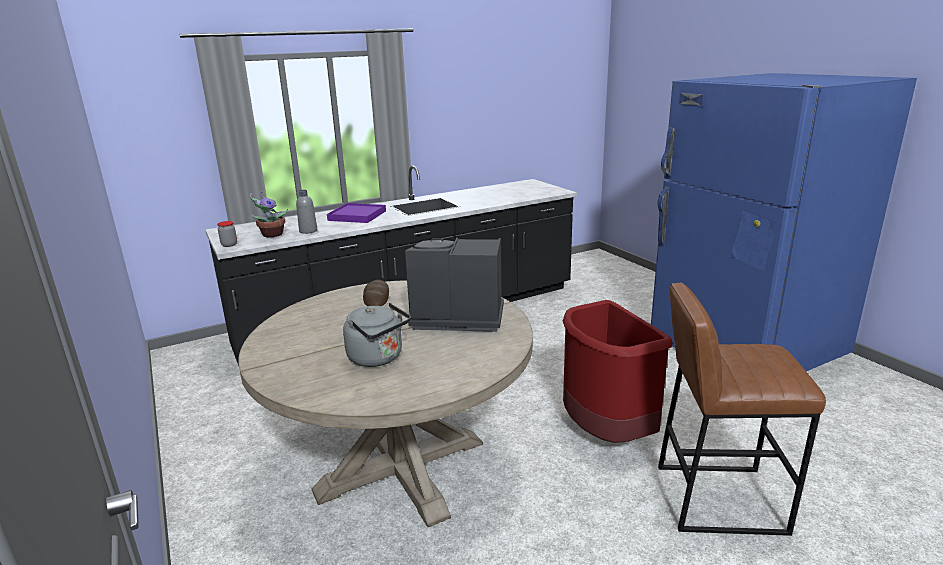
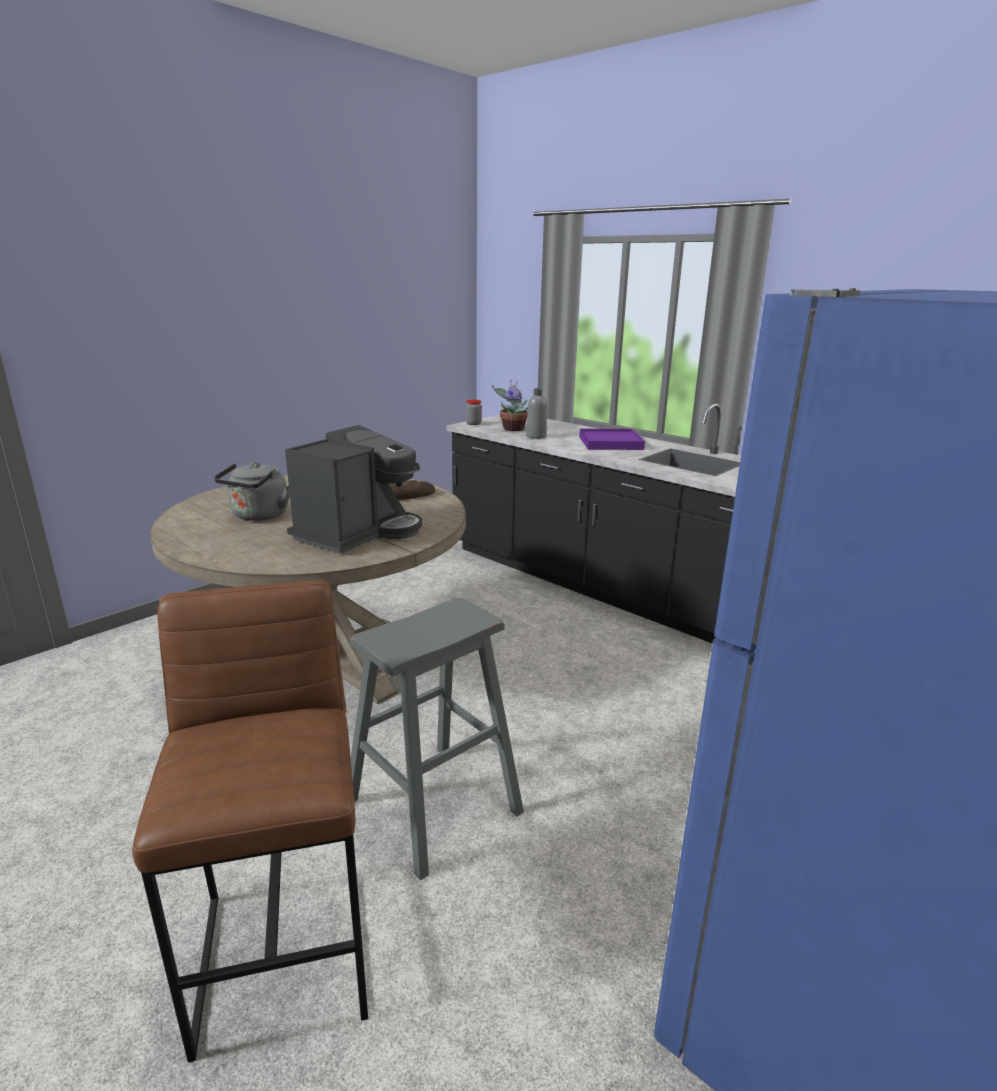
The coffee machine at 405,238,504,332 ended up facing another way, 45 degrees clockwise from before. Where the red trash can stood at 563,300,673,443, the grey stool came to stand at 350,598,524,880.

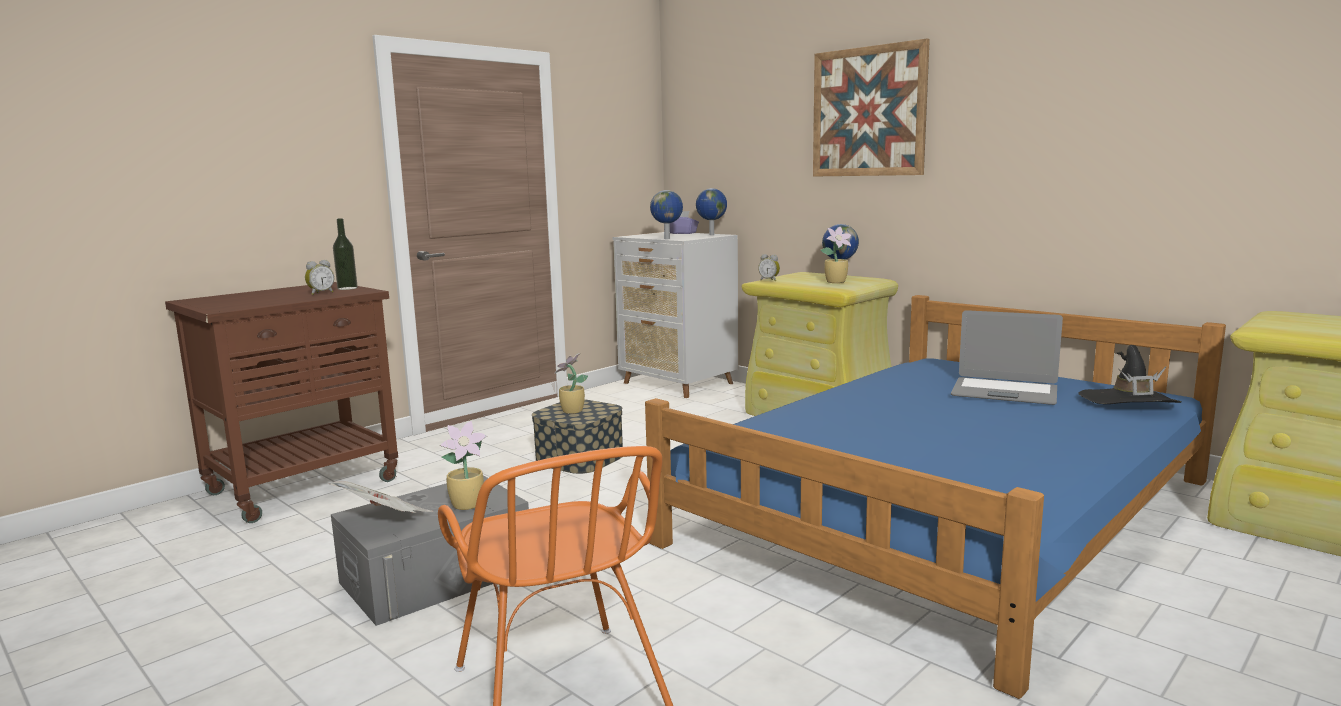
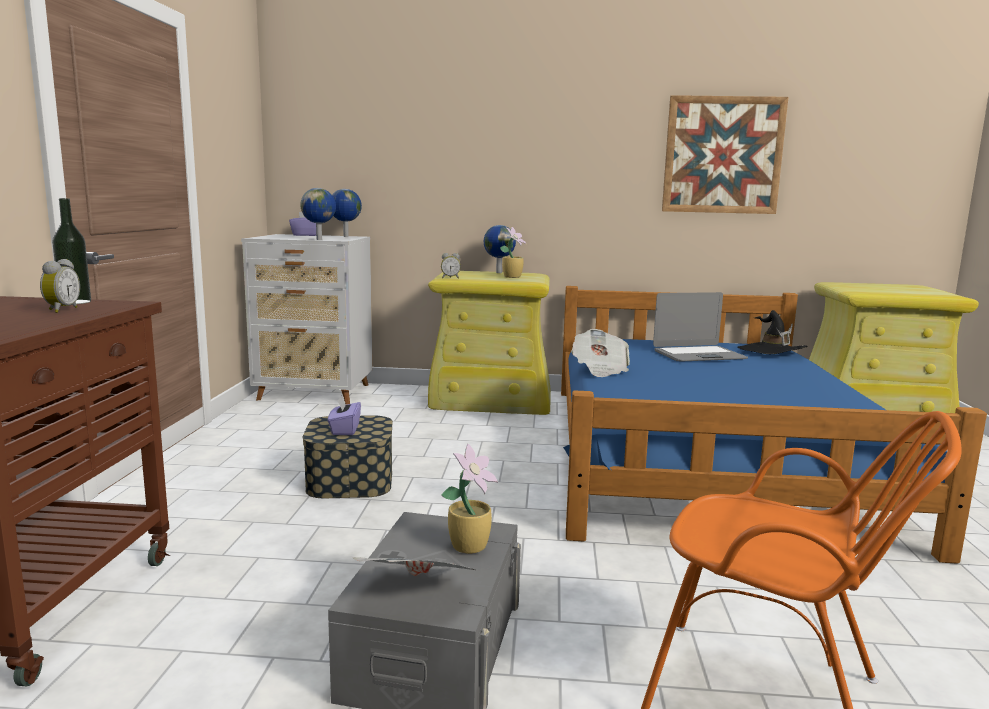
Where the potted plant stood at 554,353,588,414, the purple tissue box came to stand at 328,396,361,435. The picture ended up elsewhere, having gone from 813,39,930,177 to 662,95,788,214. The second view gained the newspaper at 571,329,630,377.

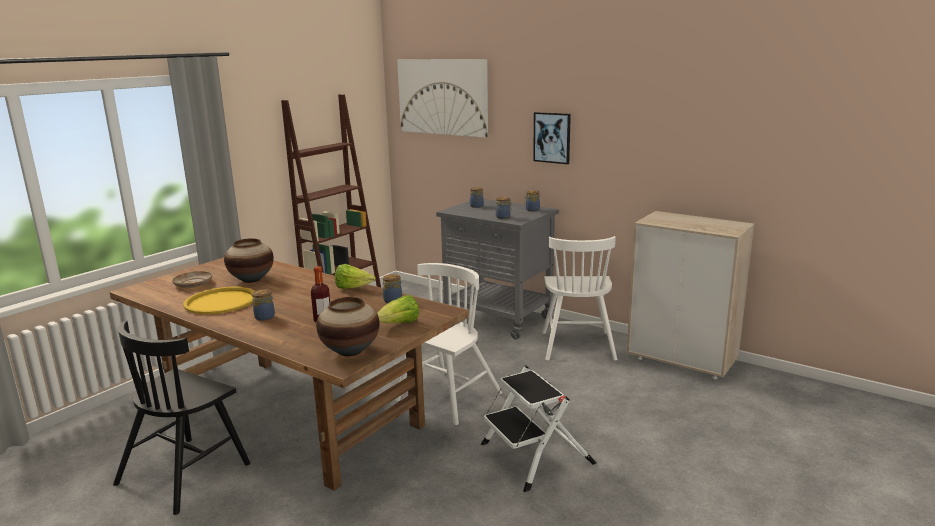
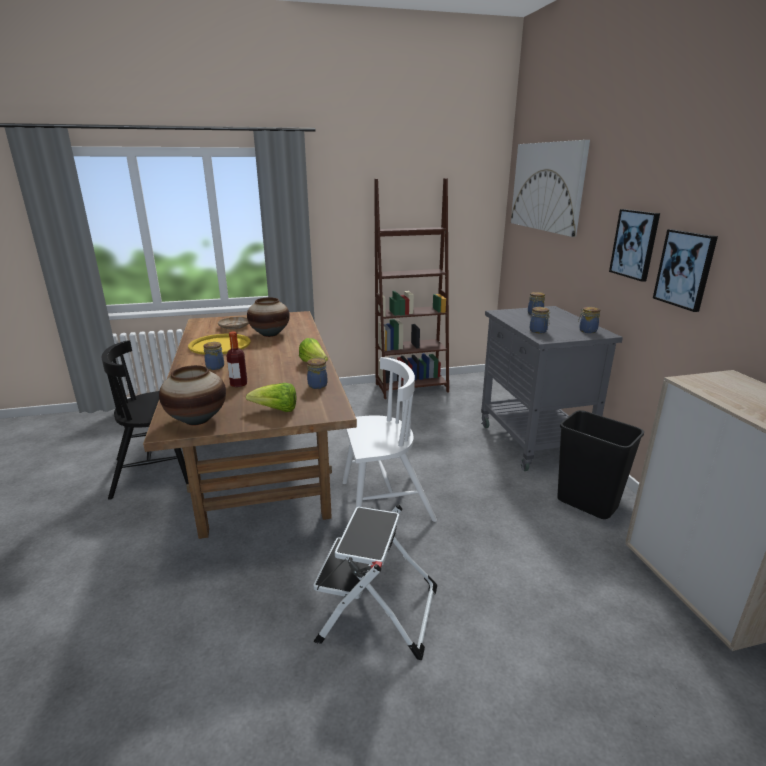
Where the white chair stood at 542,236,618,360, the black trash can came to stand at 557,410,644,519. The second view gained the picture at 653,229,718,312.

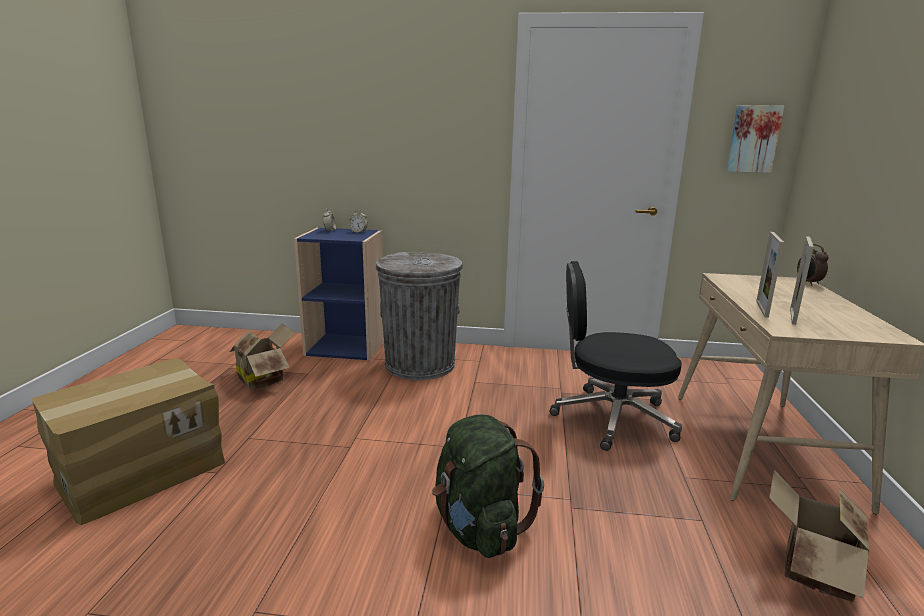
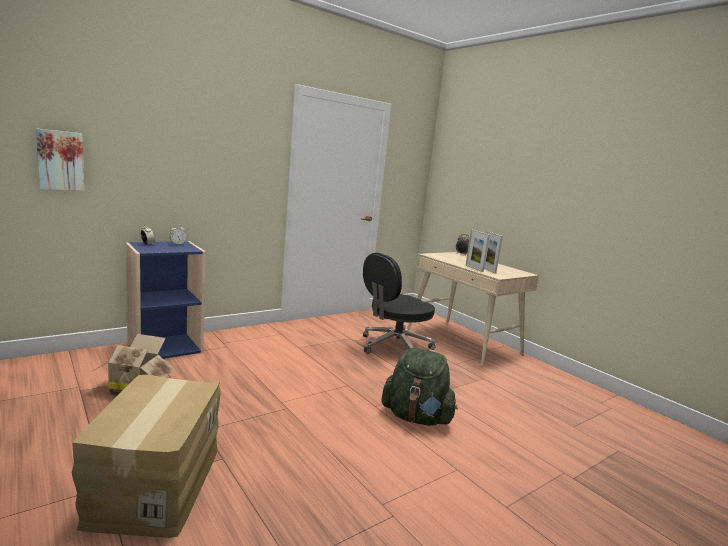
The second view lost the grey trash can at 375,252,463,380. The picture ended up elsewhere, having gone from 726,105,784,173 to 36,129,85,191. The second view lost the cardboard box at 769,470,870,602.

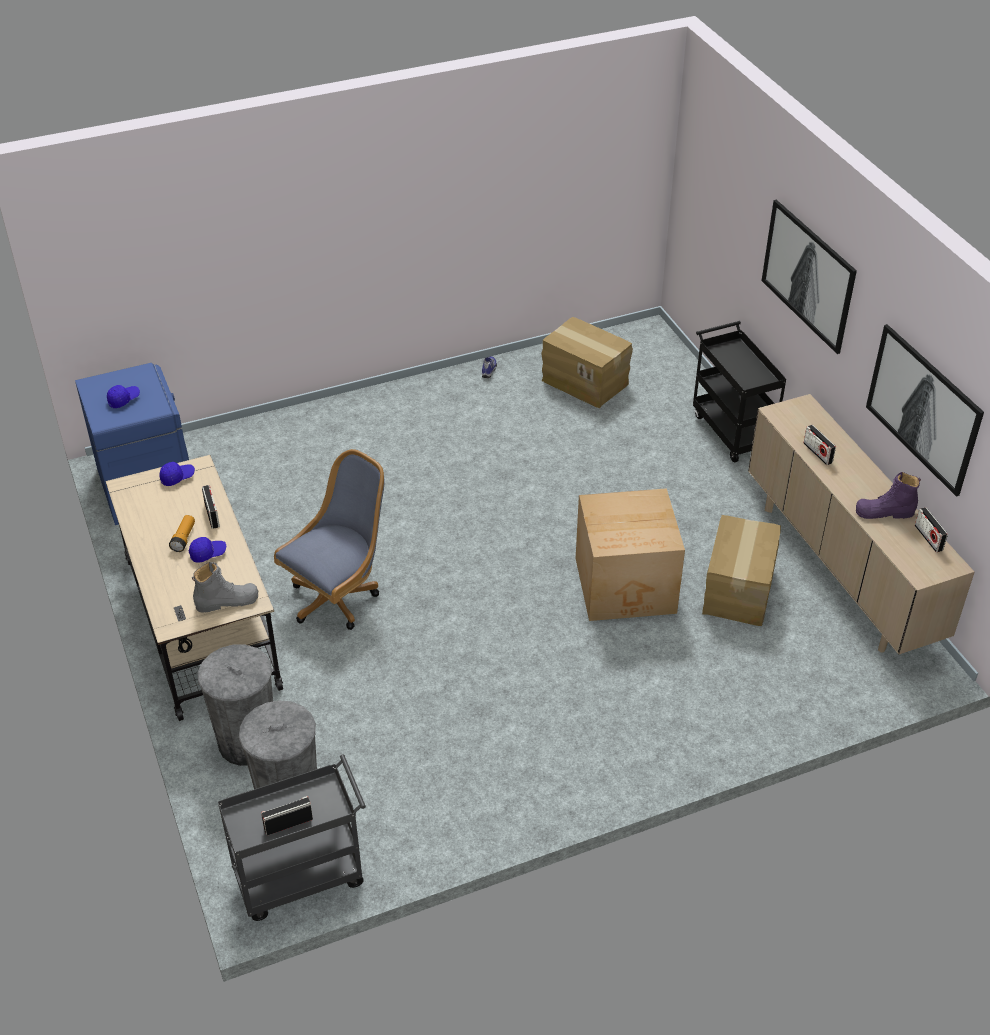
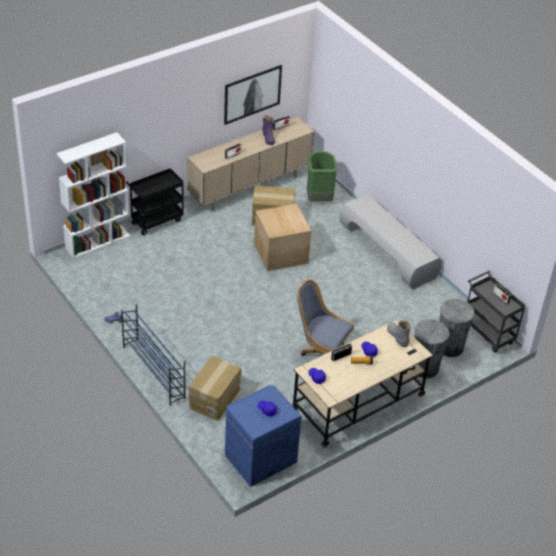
The cardboard box ended up elsewhere, having gone from 541,317,633,409 to 189,356,242,420. The second view lost the picture at 762,200,857,354. The second view gained the white bookcase at 56,132,130,258. The second view gained the blue shoe rack at 121,304,186,406. The second view gained the green trash can at 307,151,337,201. The second view gained the grey bench at 339,194,442,289.

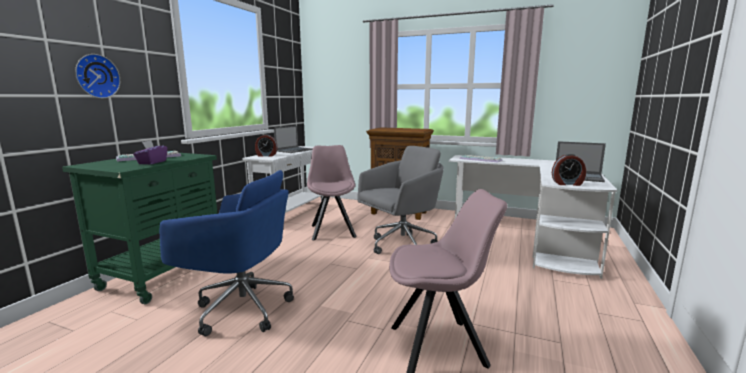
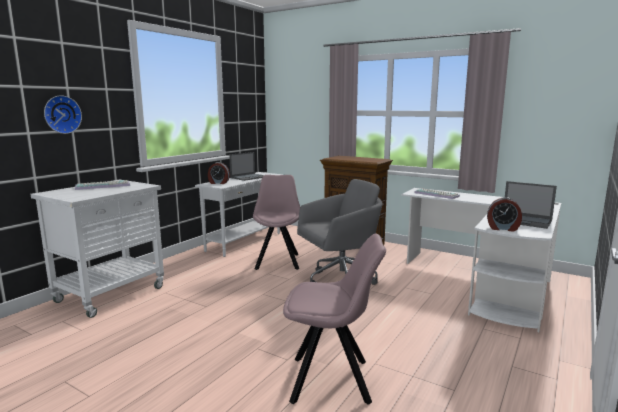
What was the green cart at 62,153,217,304 turned into the white cart at 30,180,164,318. The second view lost the purple tissue box at 133,140,167,164. The second view lost the blue office chair at 160,170,294,336.

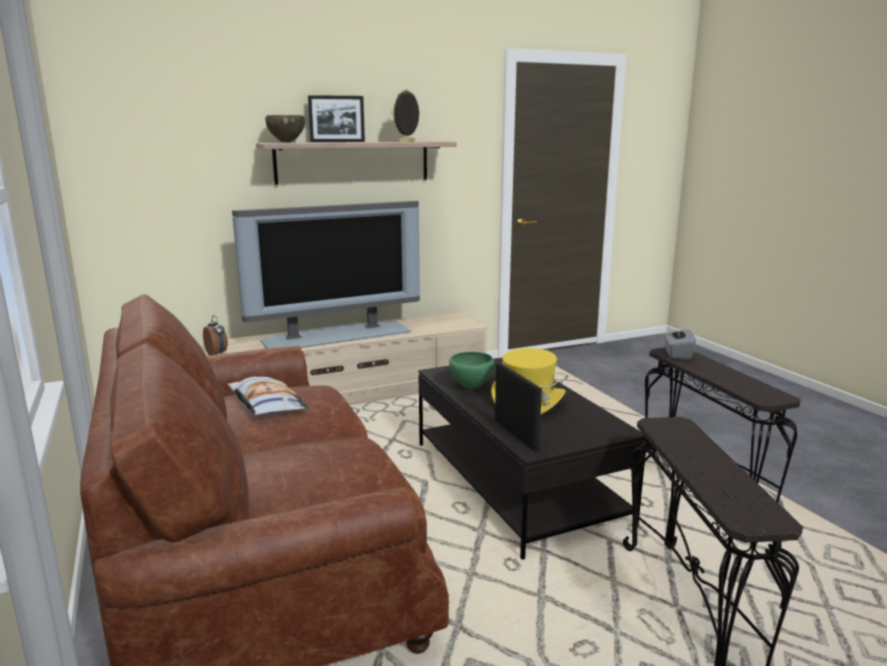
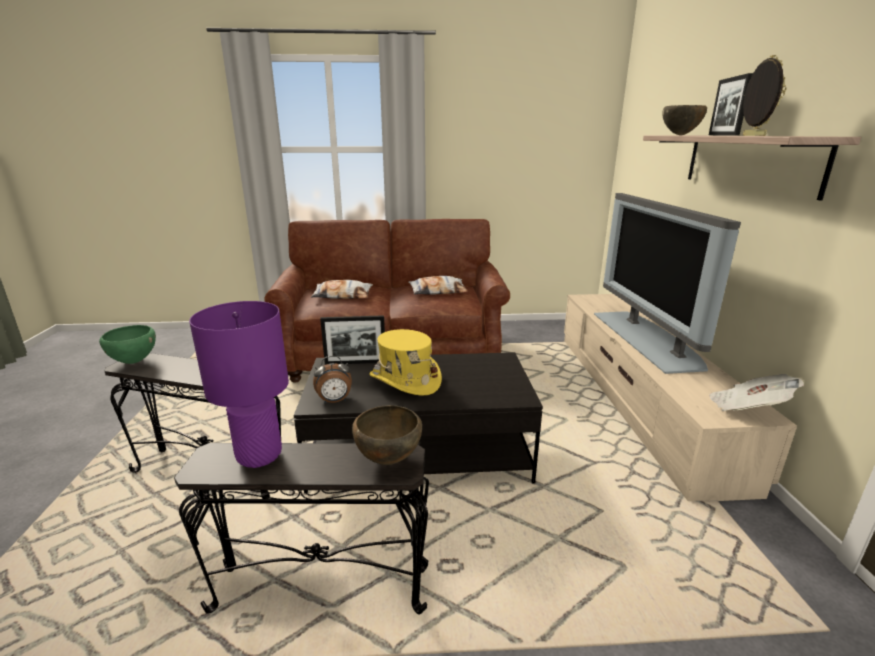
The alarm clock ended up elsewhere, having gone from 203,315,228,355 to 313,356,352,404. The green bowl ended up elsewhere, having gone from 449,352,494,388 to 99,325,156,364. Where the grey tissue box stood at 663,323,696,360, the brown bowl came to stand at 352,405,422,465. The second view gained the purple table lamp at 189,301,289,468. The second view gained the pillow at 311,280,373,299. The second view gained the newspaper at 709,374,804,411.

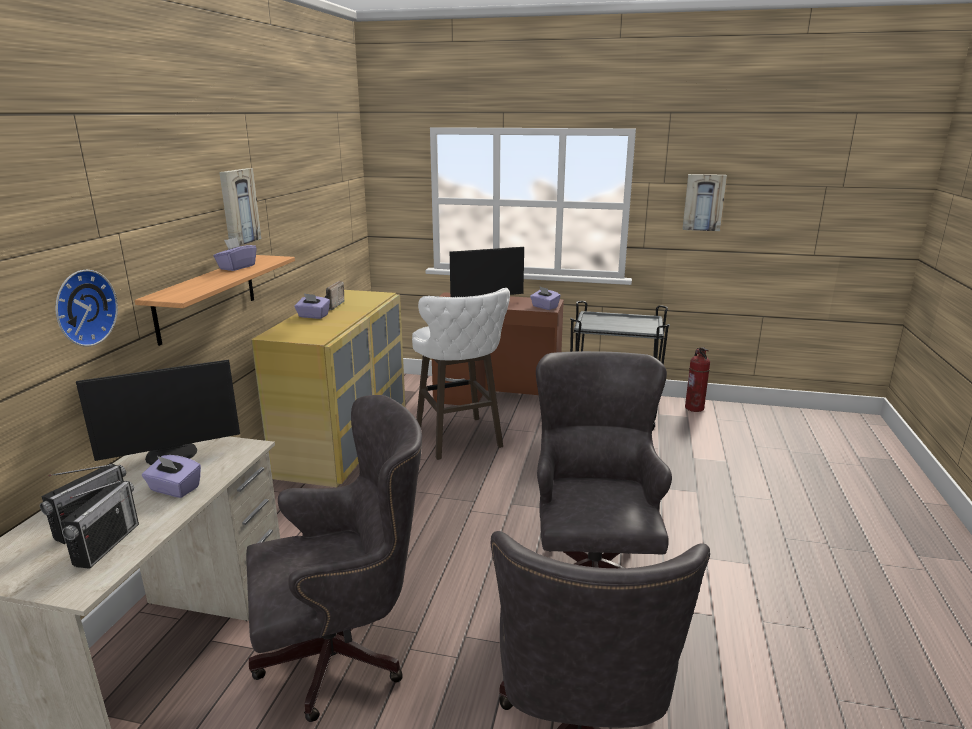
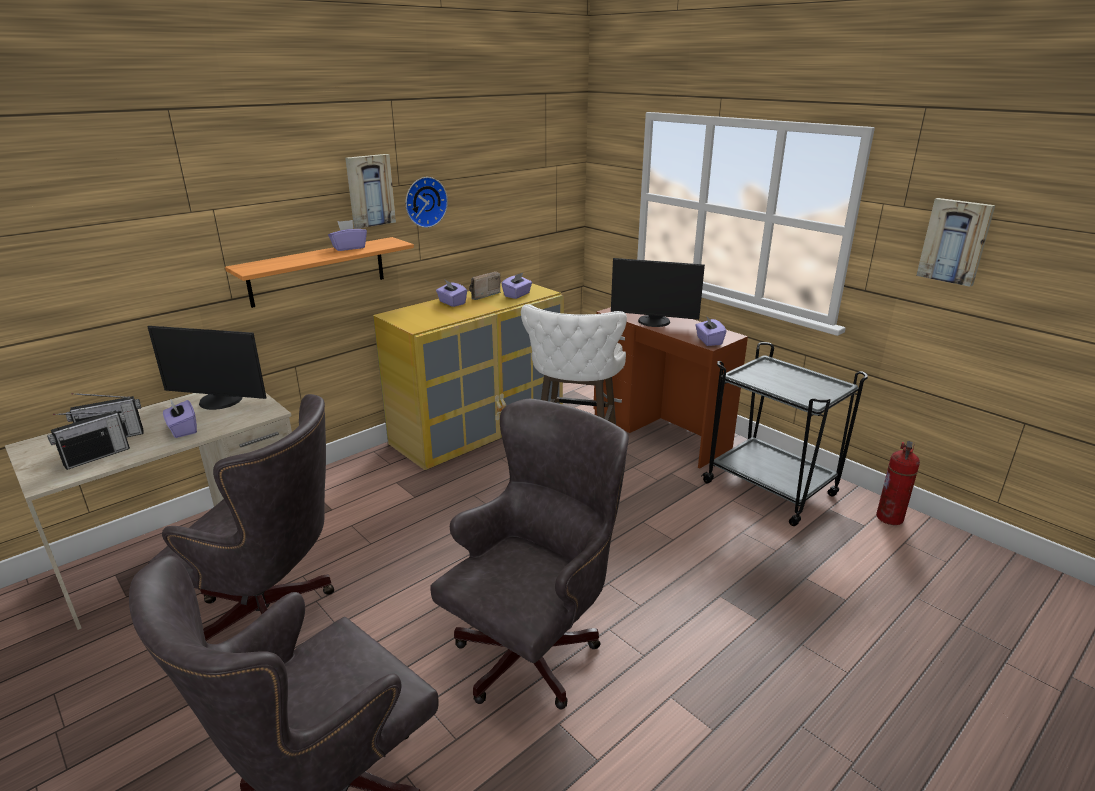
The wall clock ended up elsewhere, having gone from 55,270,118,347 to 406,177,448,228. The second view gained the purple tissue box at 501,273,532,299.

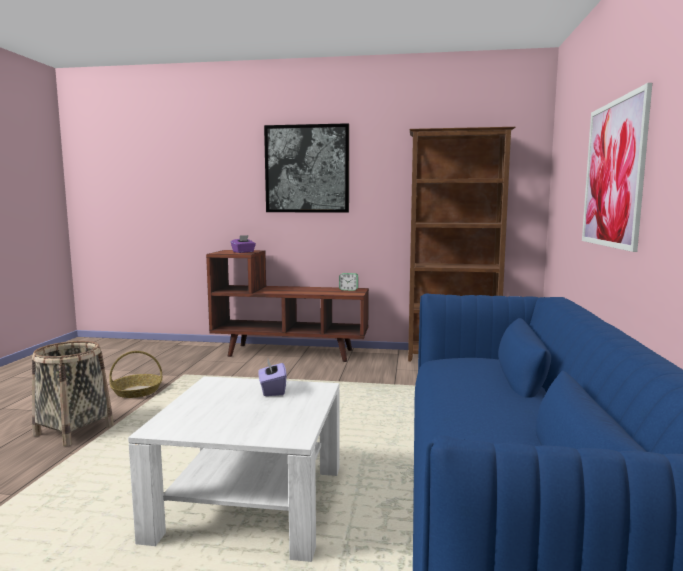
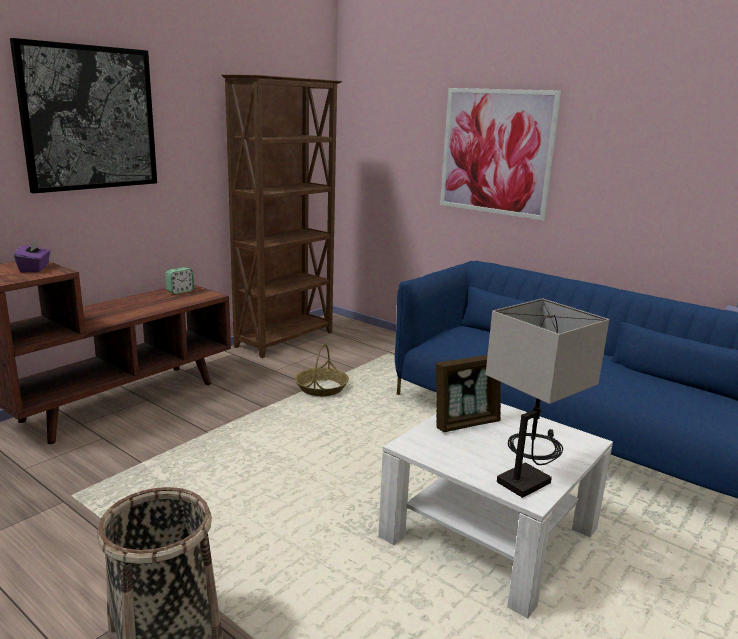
The basket ended up elsewhere, having gone from 109,351,163,398 to 295,344,349,396. Where the purple tissue box stood at 258,359,287,396, the picture frame came to stand at 436,355,501,432. The second view gained the table lamp at 486,298,609,498.

